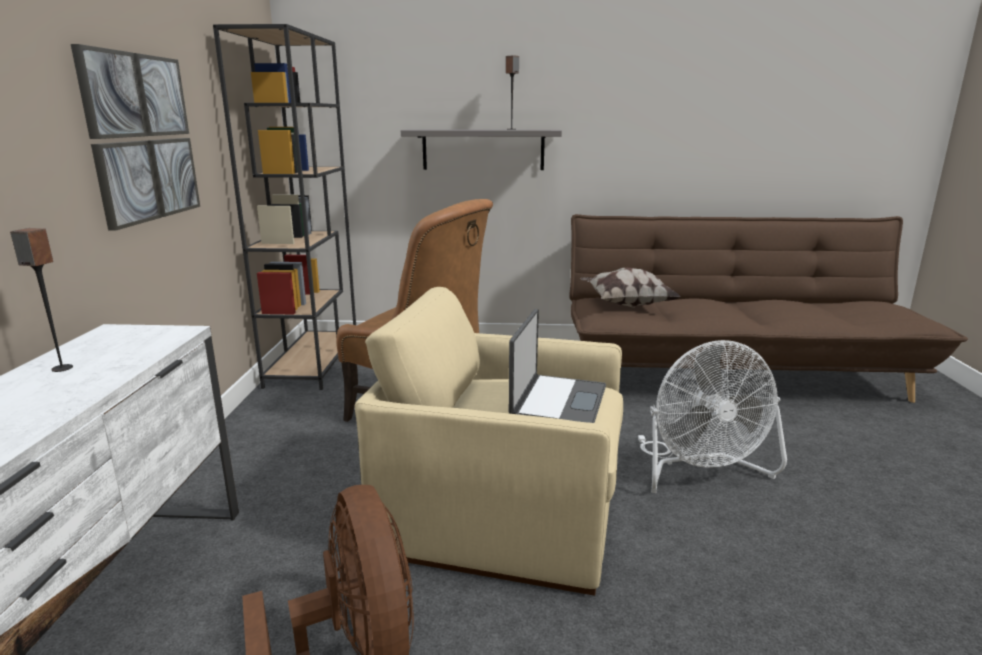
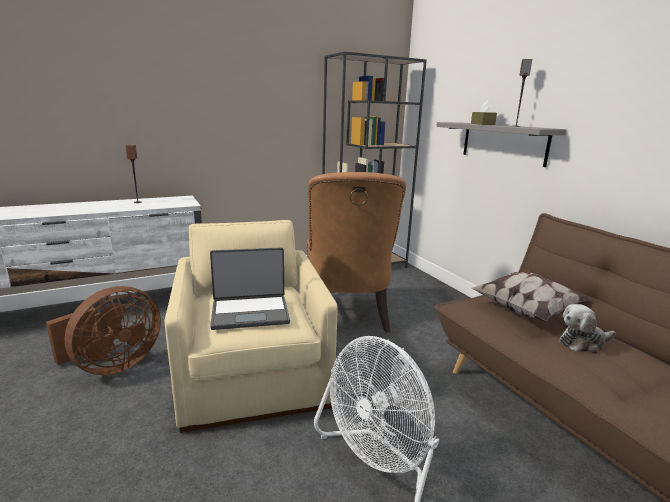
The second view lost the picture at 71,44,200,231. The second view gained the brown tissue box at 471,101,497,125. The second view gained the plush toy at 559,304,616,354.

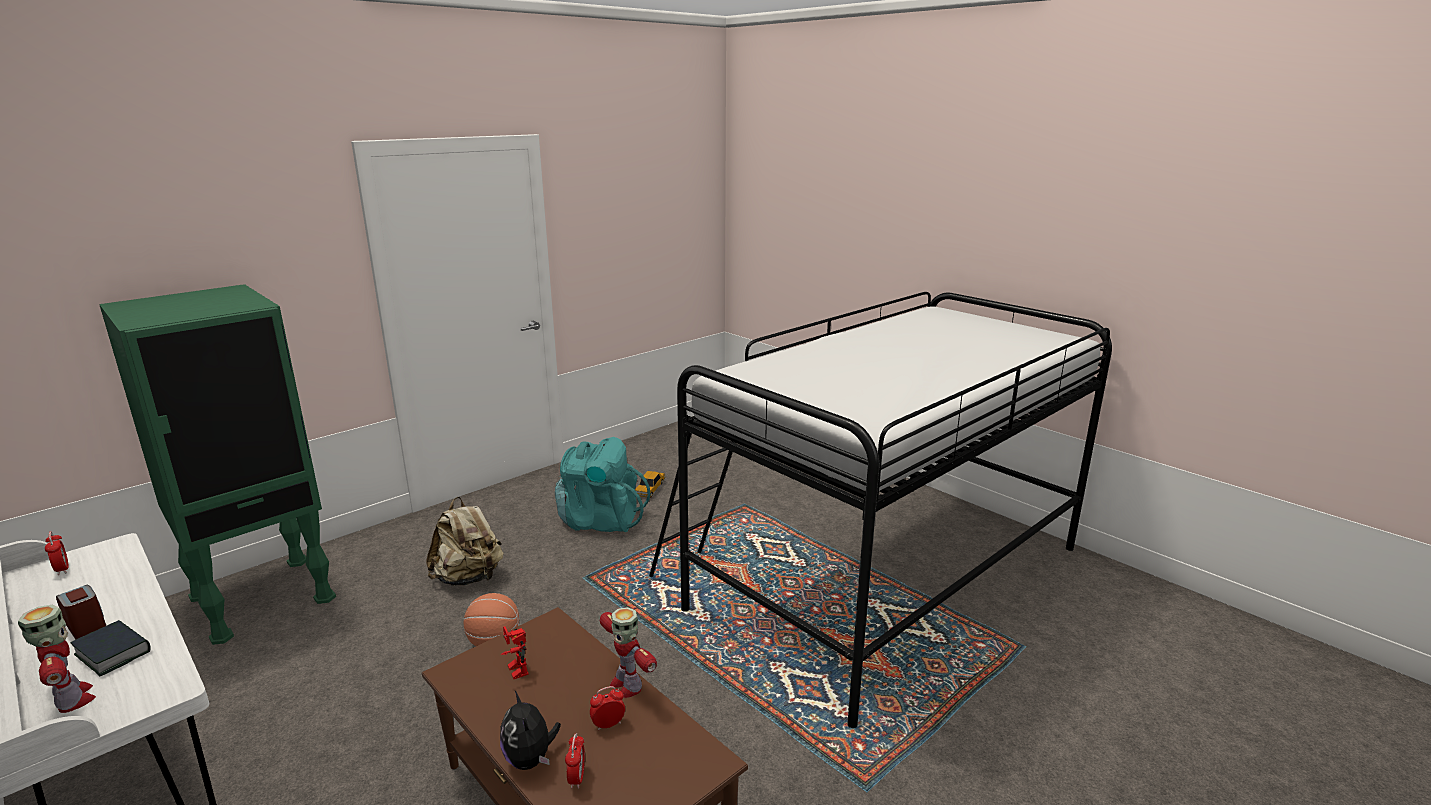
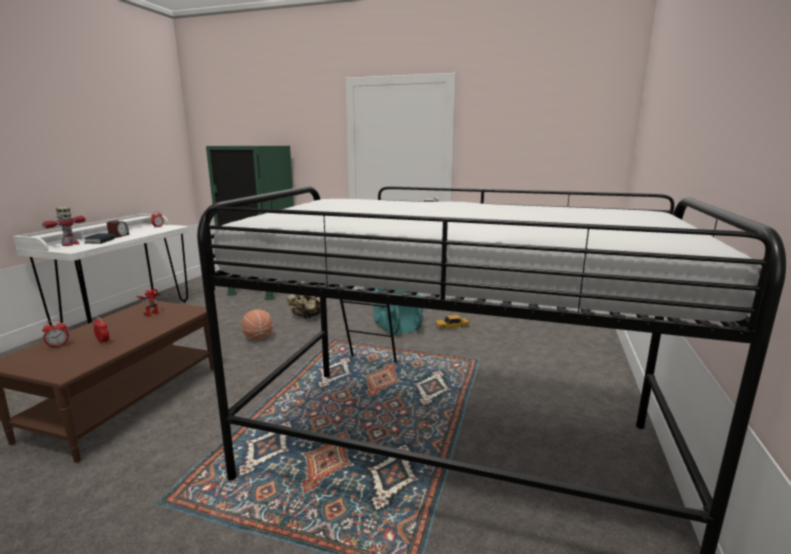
The second view lost the plush toy at 500,691,561,770. The second view lost the toy robot at 600,607,657,698.

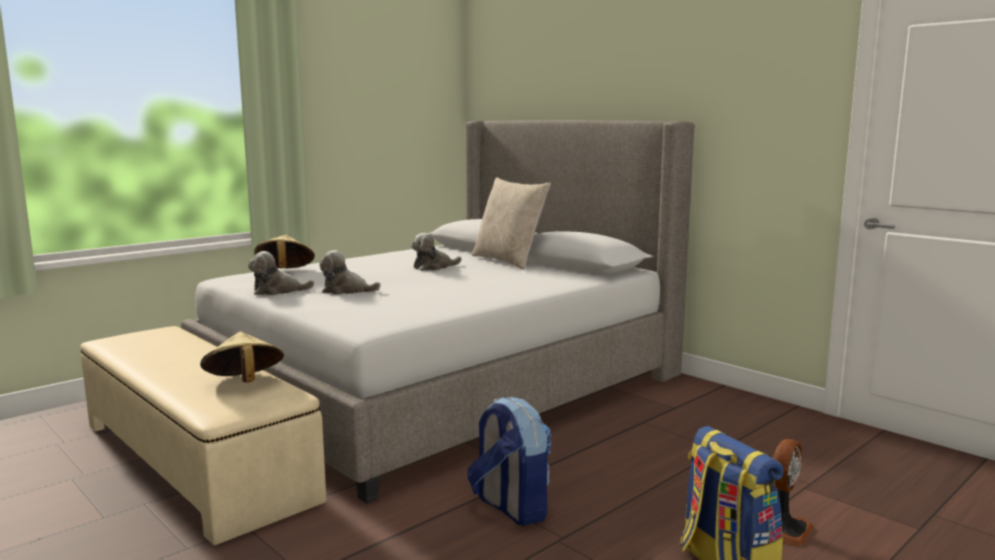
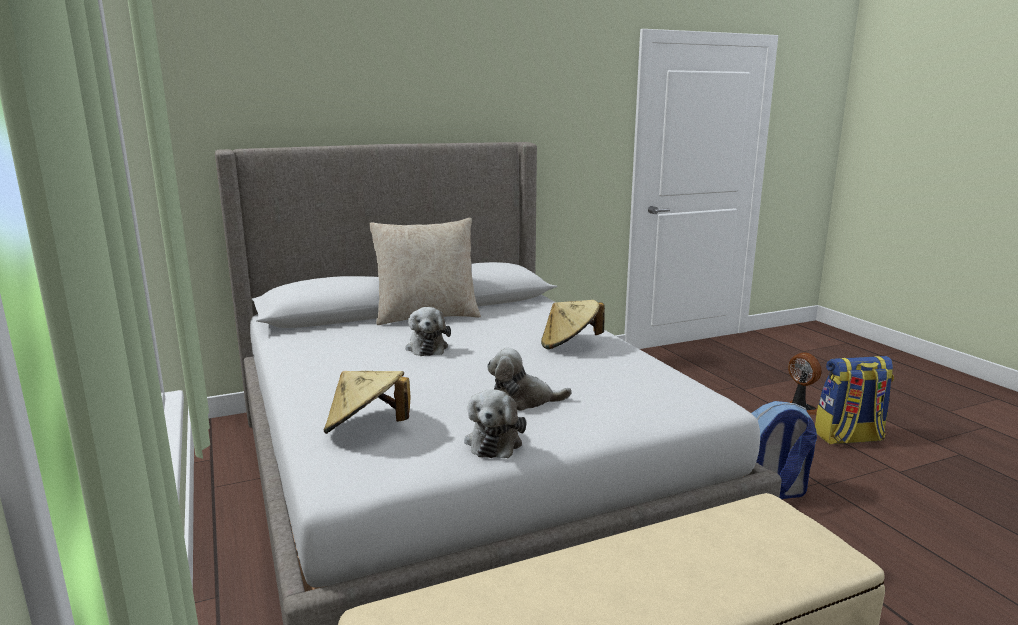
The beige hat ended up elsewhere, having gone from 200,331,284,383 to 541,300,605,349. The plush toy at 319,250,381,294 ended up facing another way, 60 degrees clockwise from before.

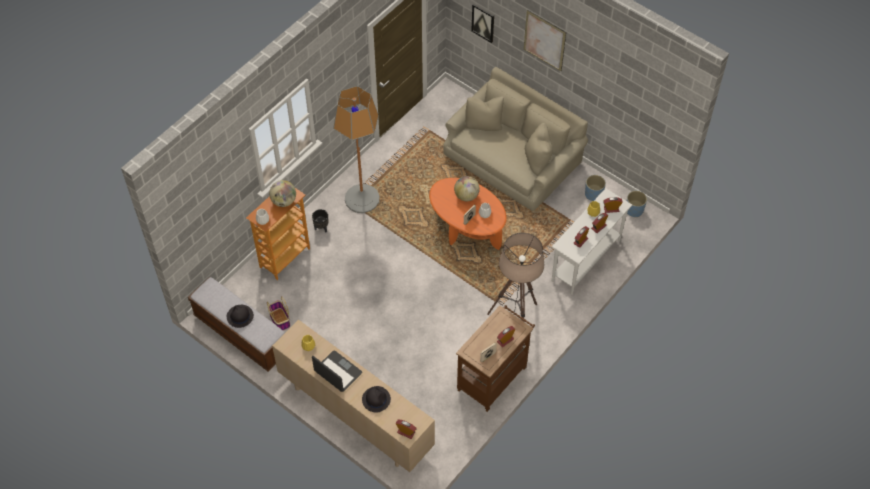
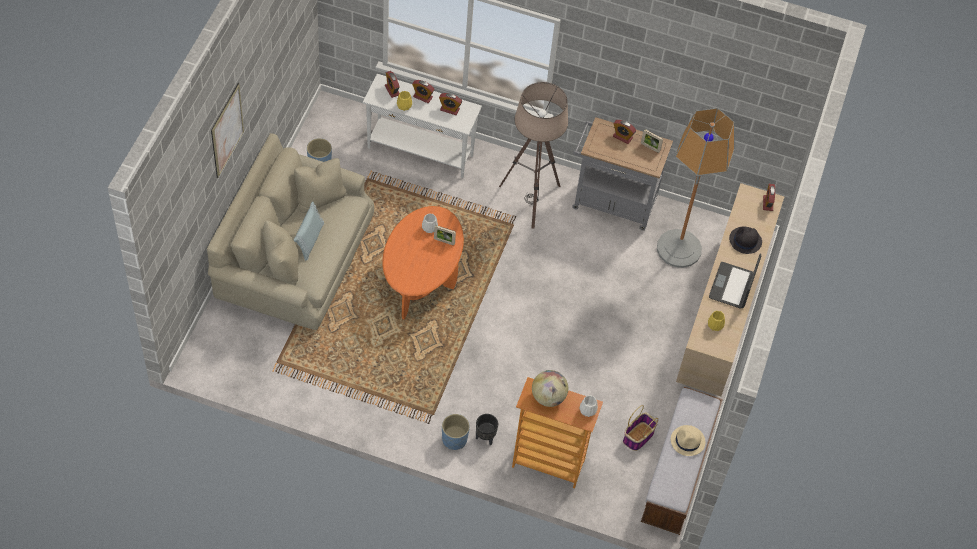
What was the black hat at 227,305,254,328 turned into the beige hat at 671,425,705,456. The floor lamp ended up elsewhere, having gone from 333,86,380,213 to 657,108,734,268. The second view lost the globe at 454,176,480,201. What was the brown cart at 456,305,535,412 turned into the grey cart at 572,117,673,230. The second view lost the picture at 472,4,494,43. The blue planter ended up elsewhere, having gone from 627,191,647,217 to 442,414,470,450. The second view gained the blue pillow at 294,201,324,261.

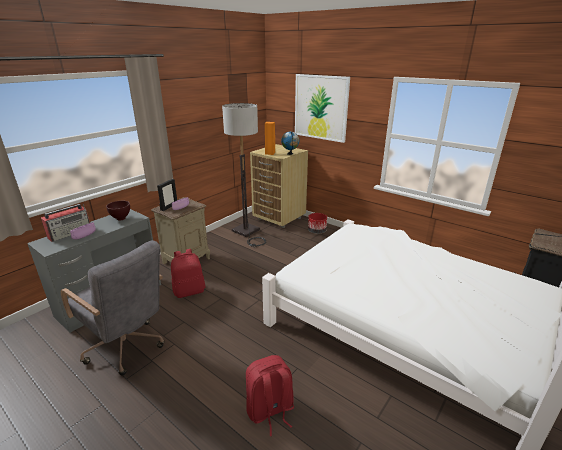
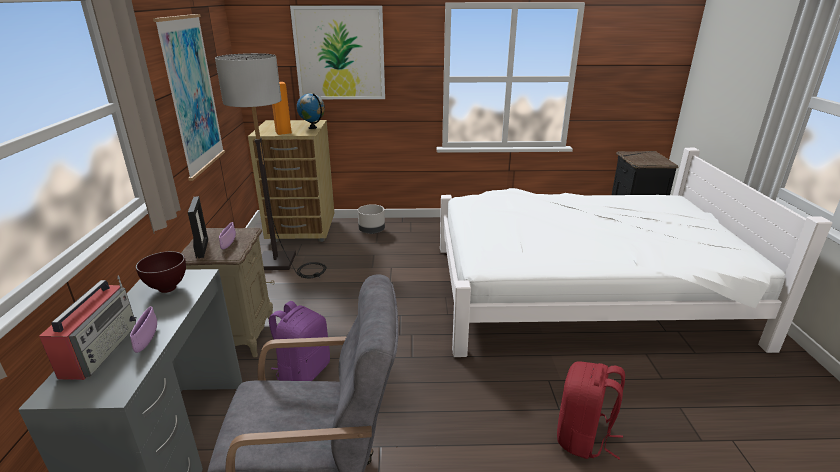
What was the red backpack at 171,249,206,298 turned into the purple backpack at 269,301,330,381. What was the red planter at 308,213,327,234 turned into the grey planter at 358,204,385,234. The second view gained the picture at 153,14,225,181.

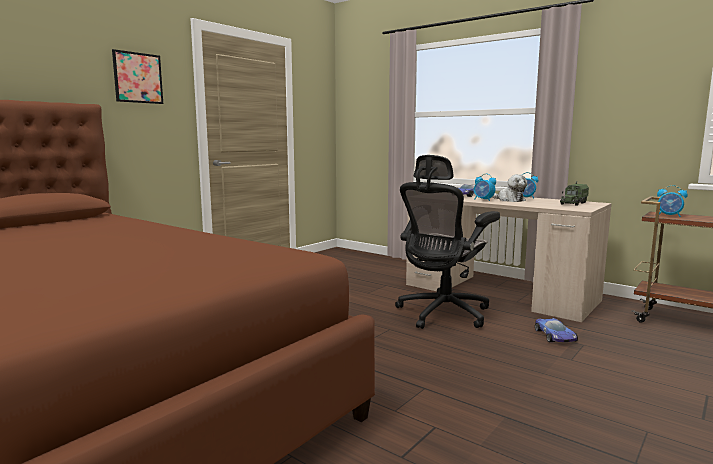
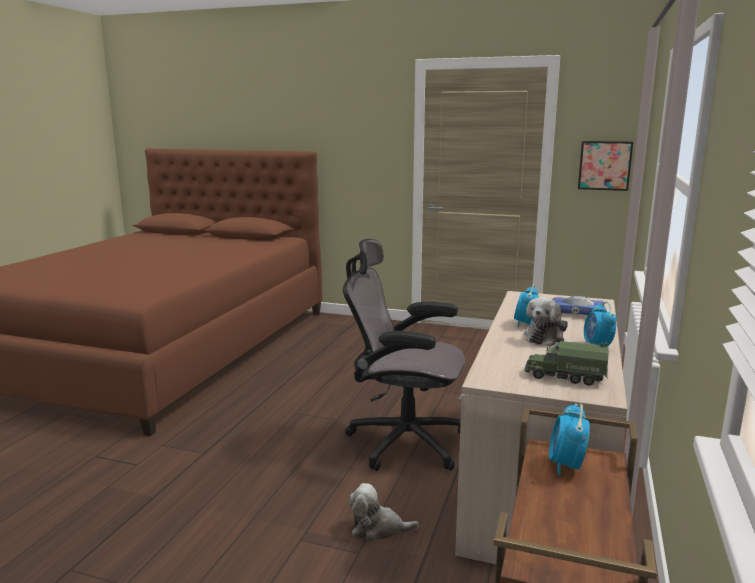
The picture ended up elsewhere, having gone from 112,49,163,104 to 578,141,633,191. Where the toy car stood at 535,318,578,342, the plush toy came to stand at 348,483,419,542.

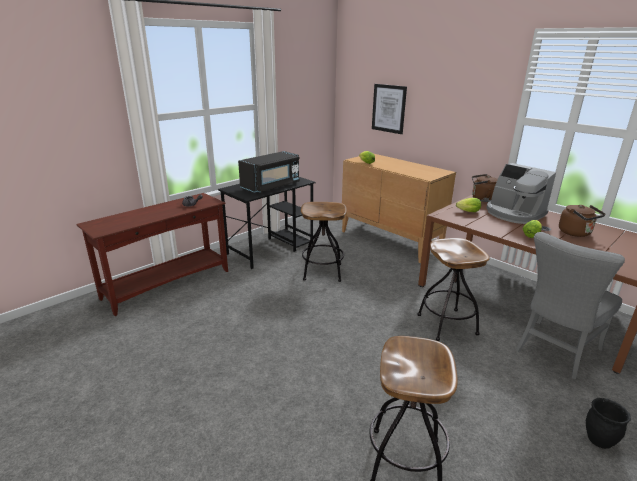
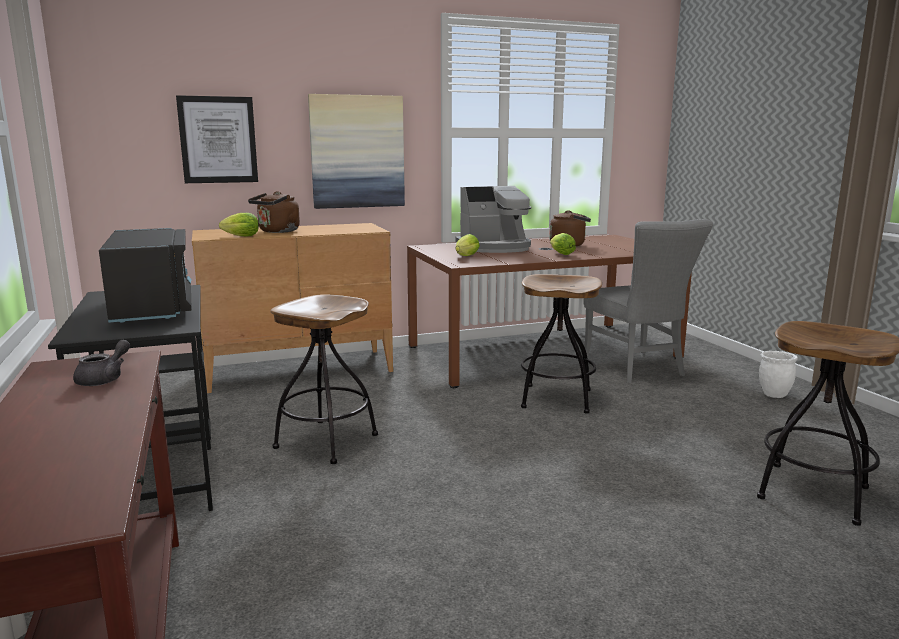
The brown kettle ended up elsewhere, having gone from 472,174,498,202 to 248,191,300,233. What was the black planter at 586,398,631,449 turned into the white planter at 759,351,798,398. The second view gained the picture at 308,94,405,209.

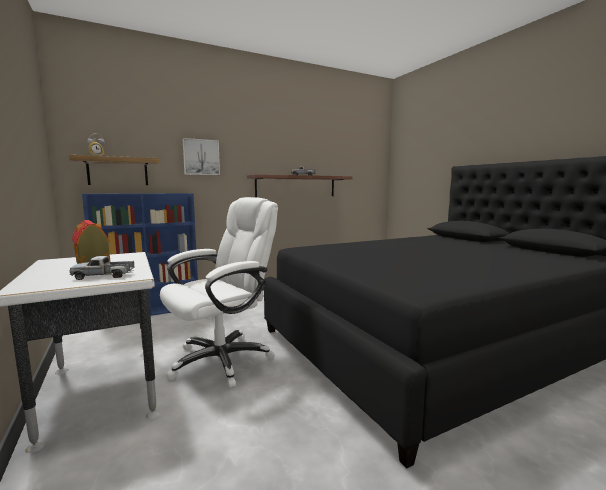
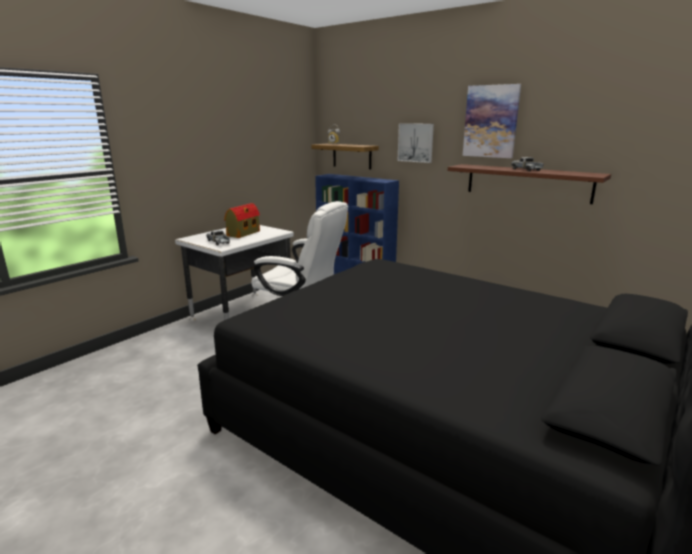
The second view gained the picture at 463,84,521,158.

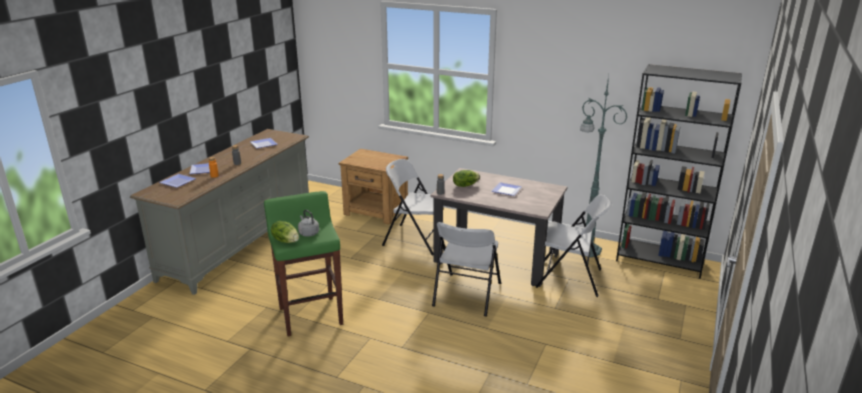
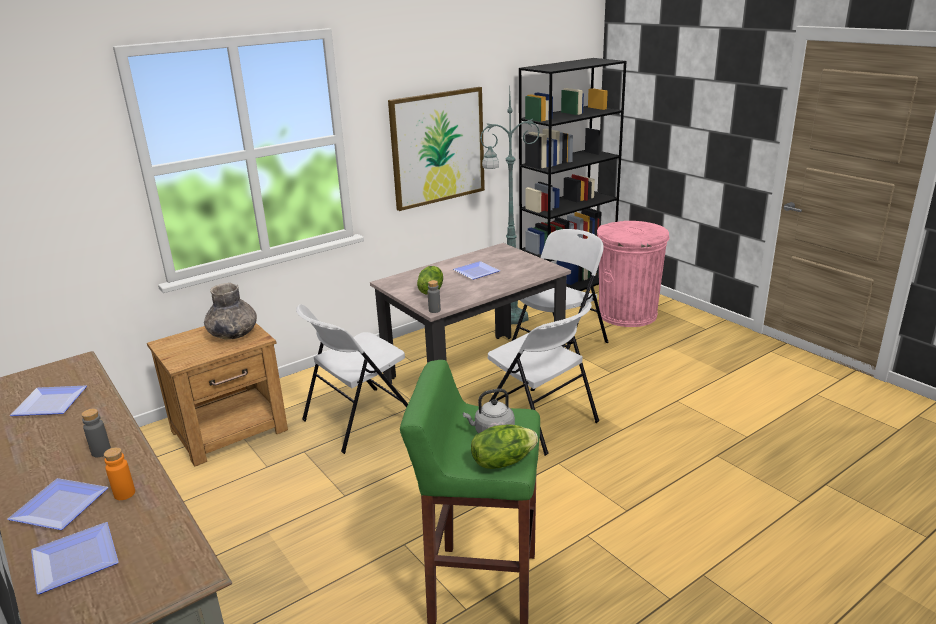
The second view gained the grey vase at 204,283,257,340. The second view gained the picture at 388,87,485,211. The second view gained the pink trash can at 597,221,669,327.

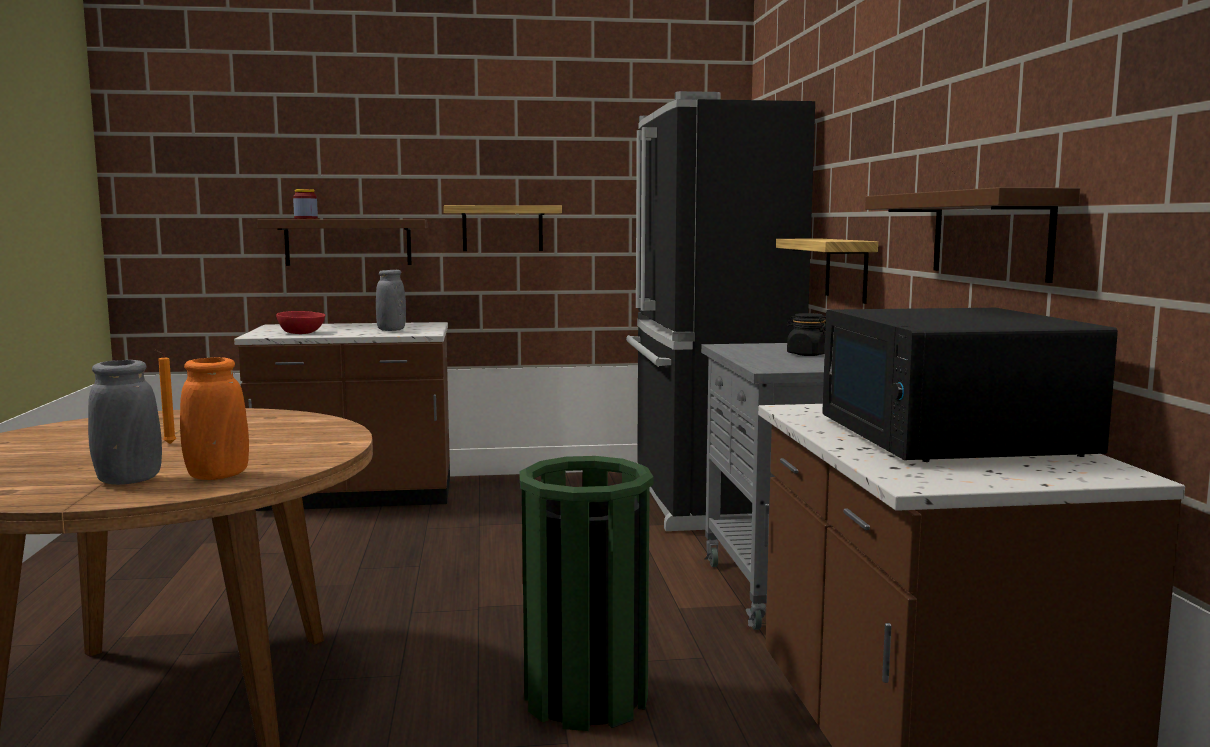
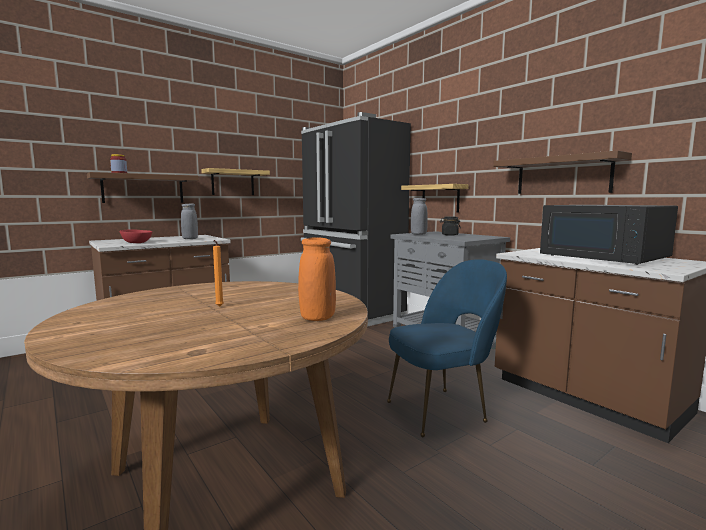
The grey vase ended up elsewhere, having gone from 88,360,162,485 to 411,198,428,235. Where the green trash can stood at 519,456,654,731, the blue chair came to stand at 387,259,507,437.

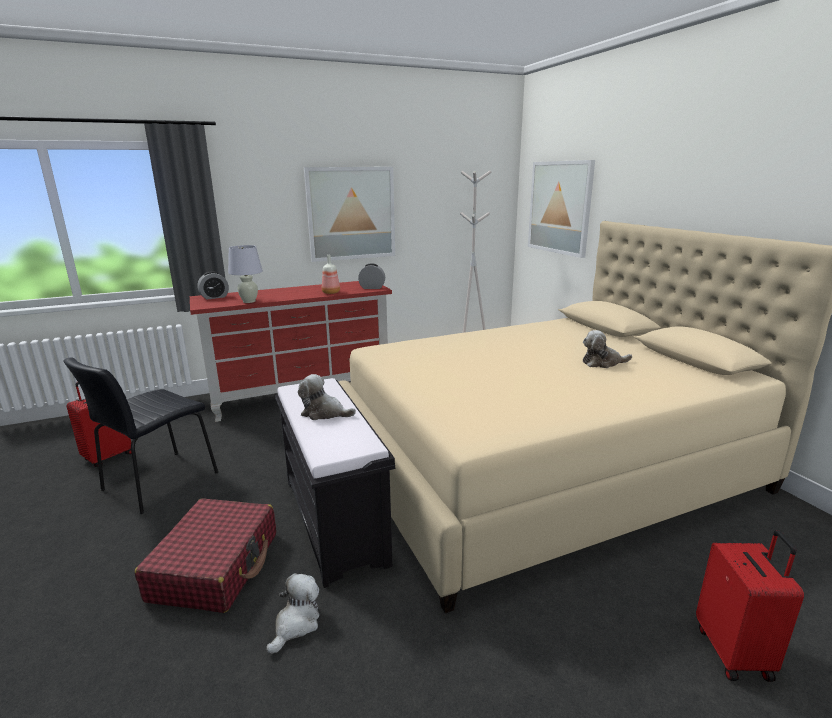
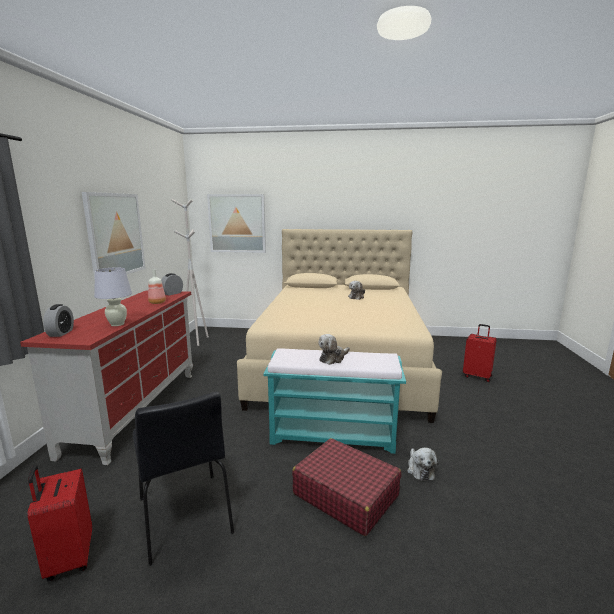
The plush toy at 267,573,319,654 ended up facing another way, 150 degrees counterclockwise from before. What was the black bench at 275,378,395,588 turned into the turquoise bench at 263,348,406,454.

